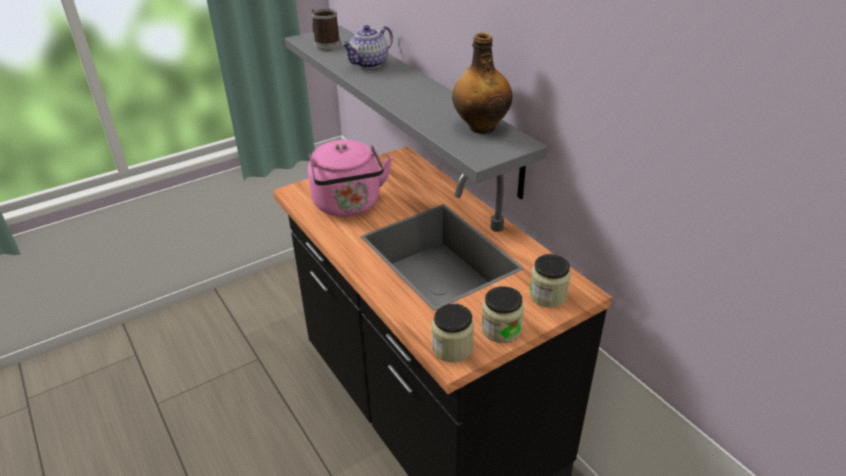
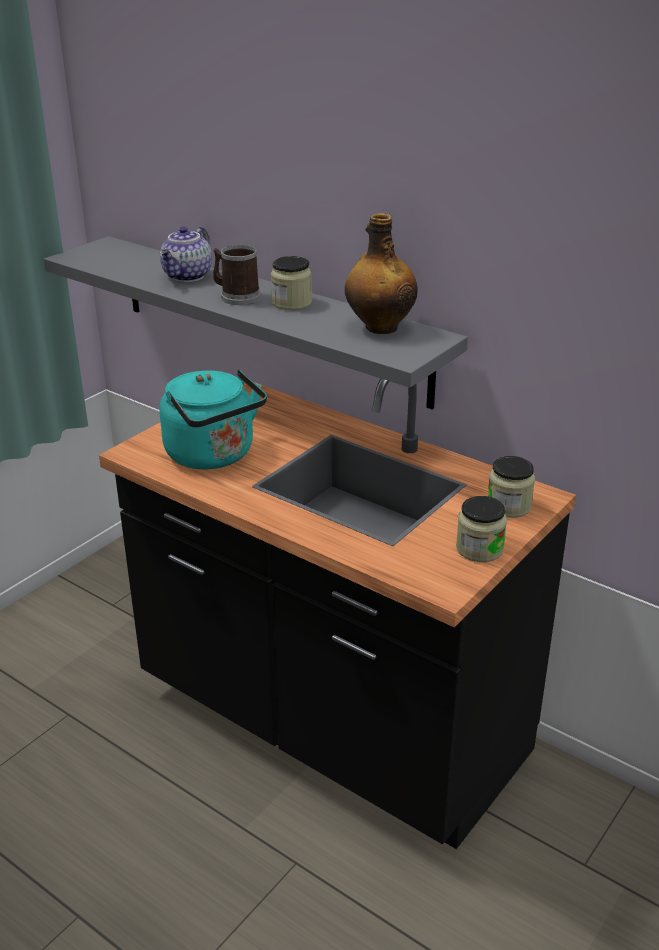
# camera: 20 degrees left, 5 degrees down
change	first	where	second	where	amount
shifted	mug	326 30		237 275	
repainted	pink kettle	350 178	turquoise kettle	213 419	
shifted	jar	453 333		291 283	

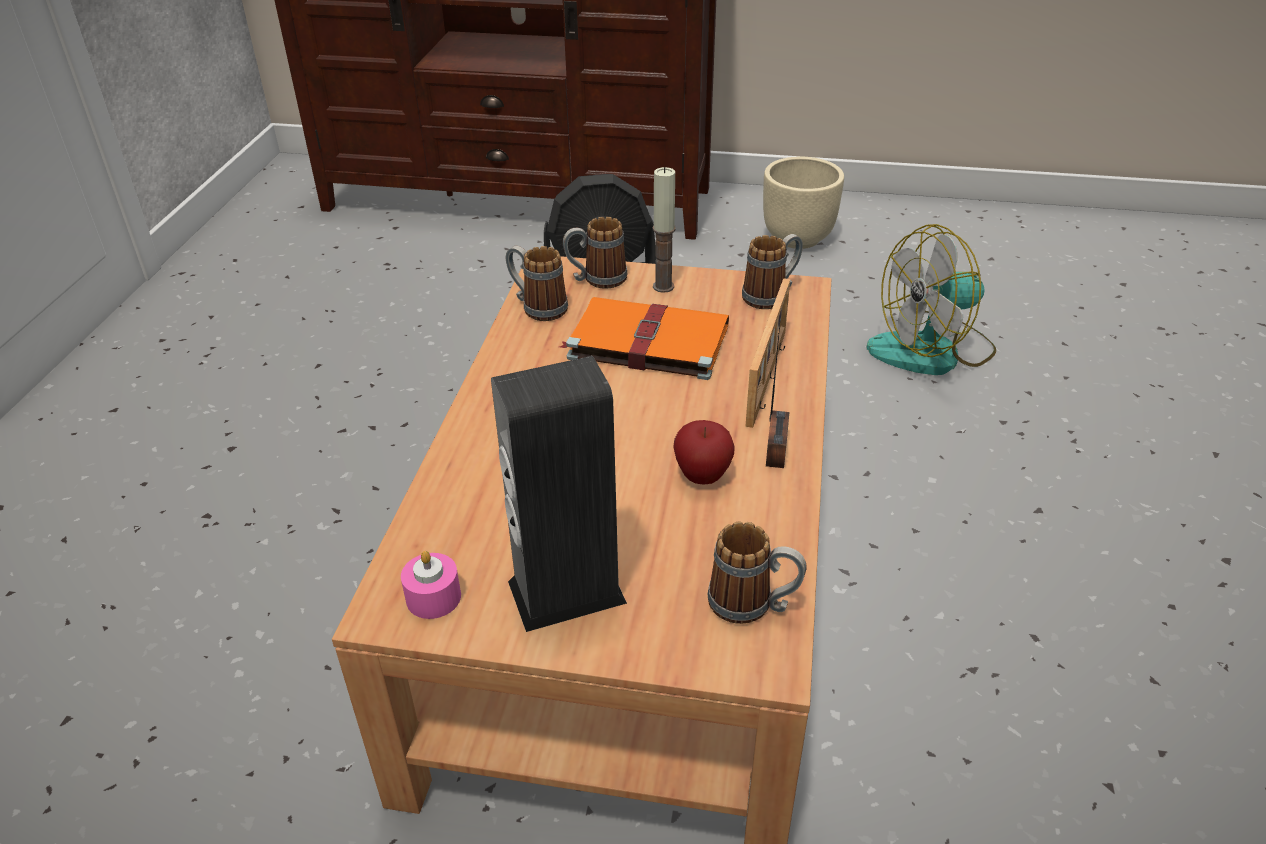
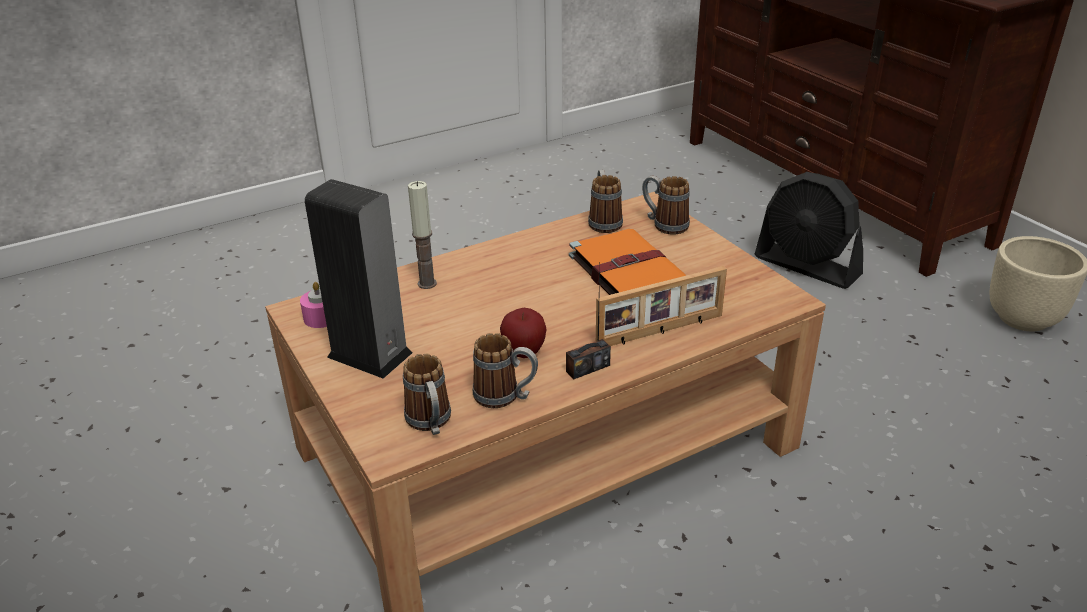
# camera: 50 degrees right, 5 degrees down
change	first	where	second	where	amount
shifted	candle	664 230		422 235	
gone	fan	931 299			
shifted	mug	772 271		505 370	

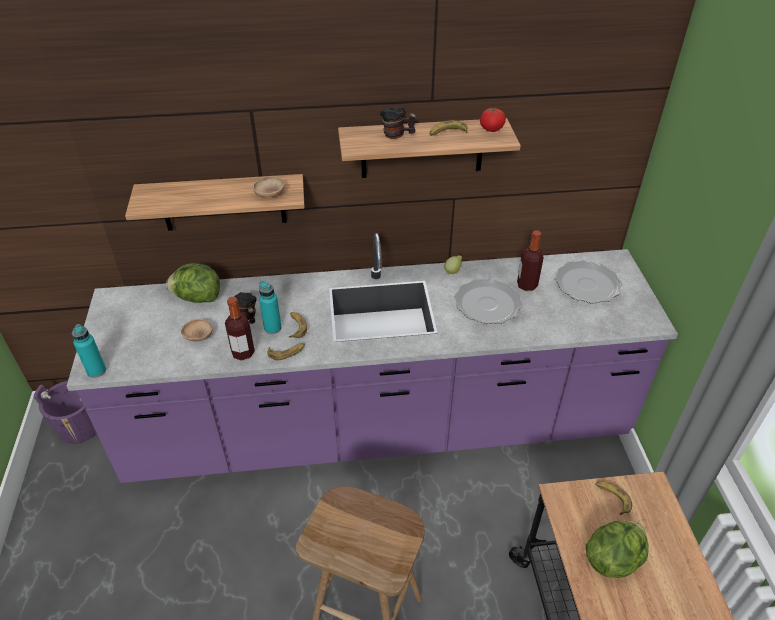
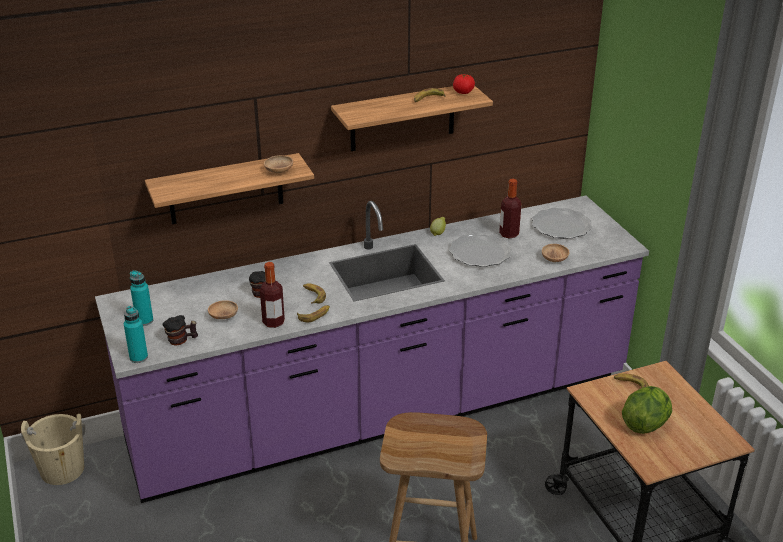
# camera: 15 degrees left, 10 degrees down
change	first	where	second	where	amount
shifted	mug	398 123		180 330	
gone	lettuce	193 283			
shifted	turquoise bottle	270 307		141 298	
repainted	purple bucket	65 412	beige bucket	53 449	
new			brown bowl	555 253	

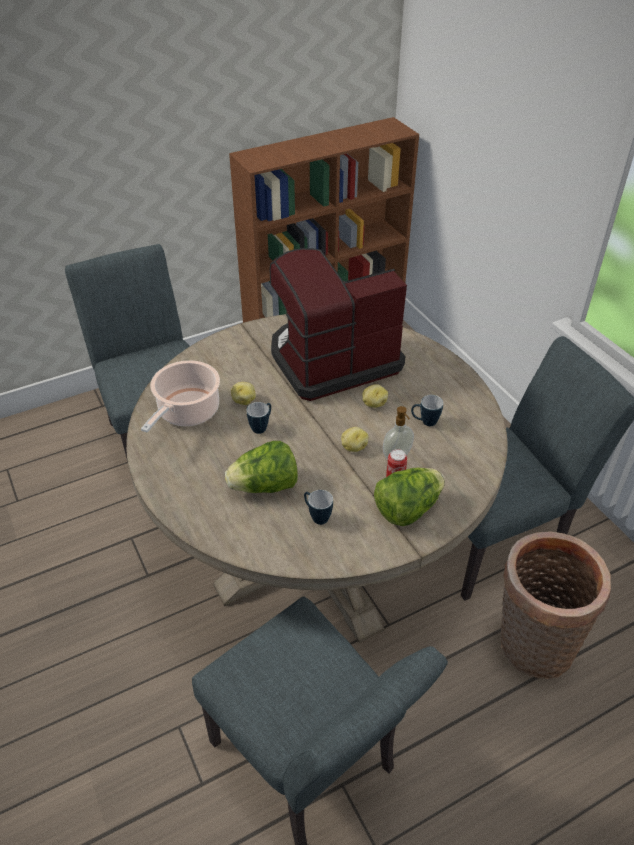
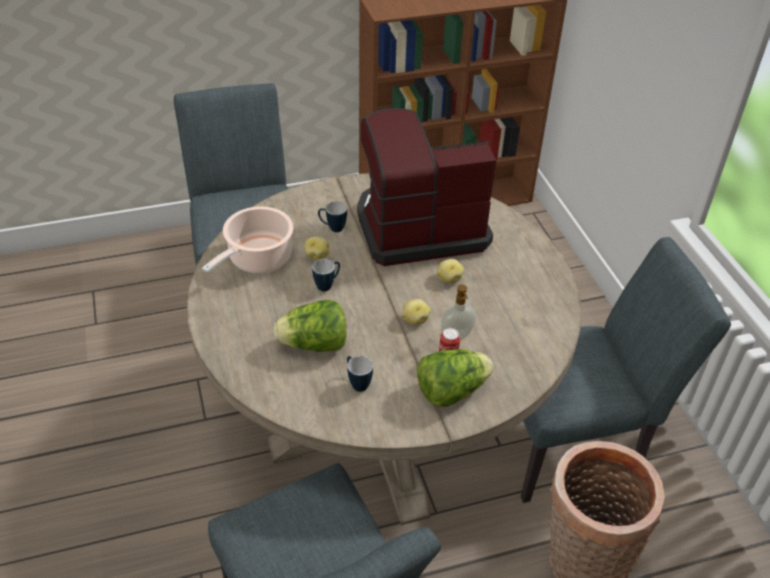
# camera: 10 degrees right, 0 degrees up
change	first	where	second	where	amount
shifted	mug	427 410		332 216	

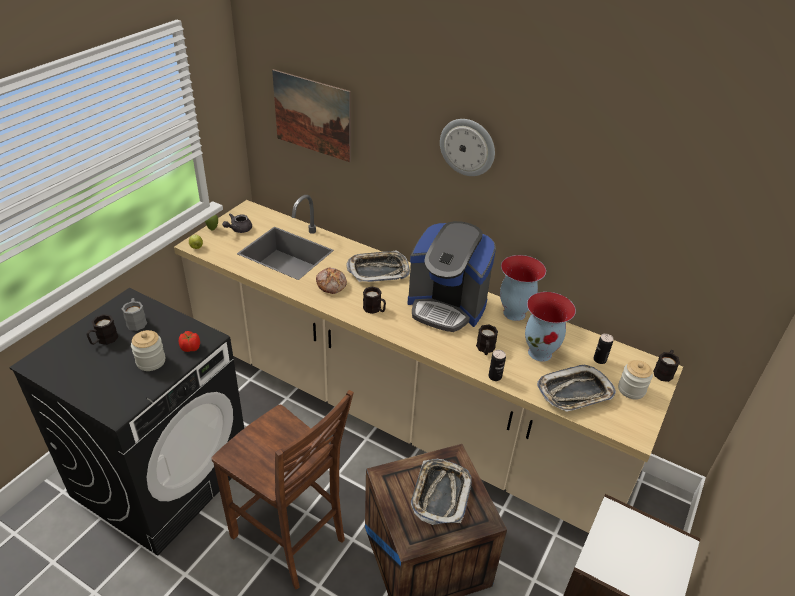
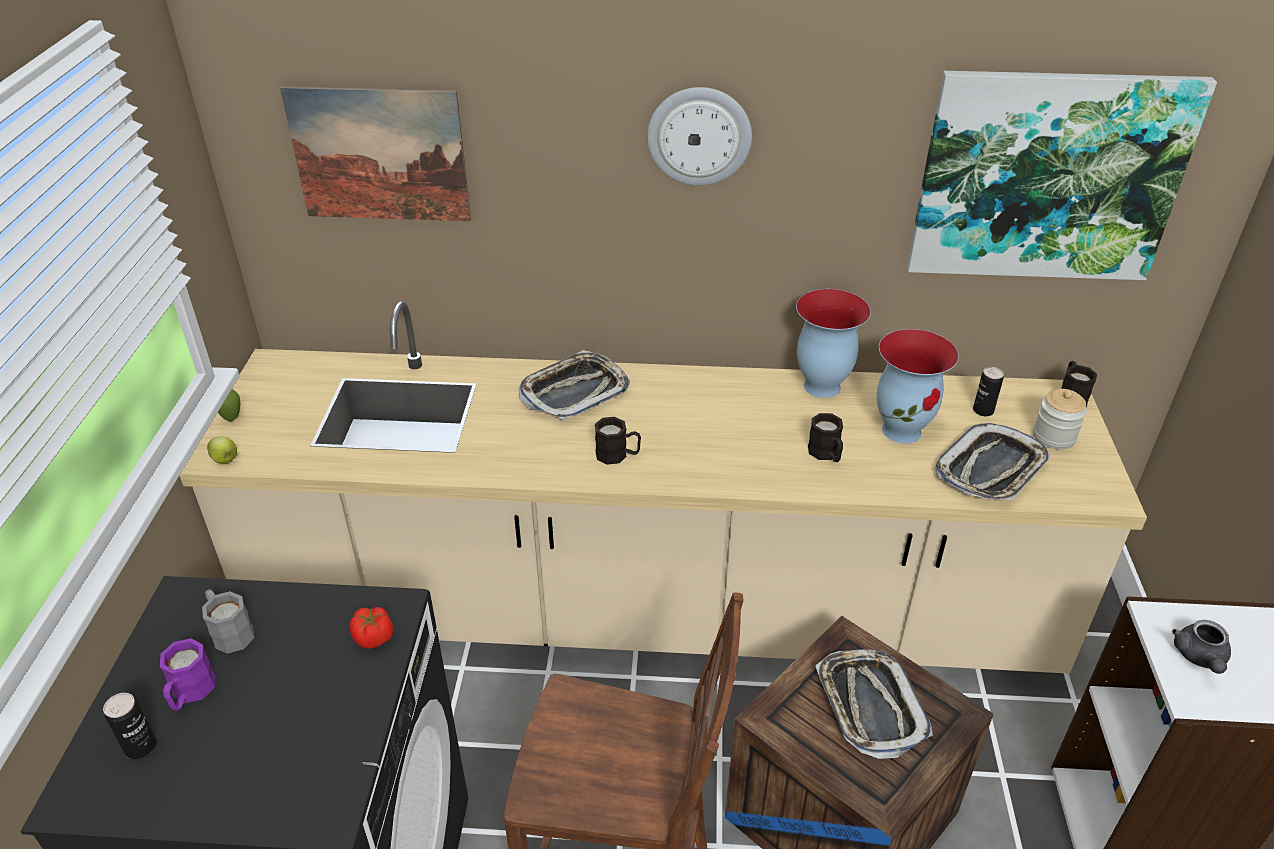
# camera: 25 degrees left, 0 degrees up
change	first	where	second	where	amount
shifted	grey teapot	237 223		1201 647	
gone	coffee machine	452 276			
gone	bread	331 281			
repainted	black mug	103 329	purple mug	187 674	
gone	jar	148 350			
shifted	can	497 365		129 726	
new			picture	1062 175	

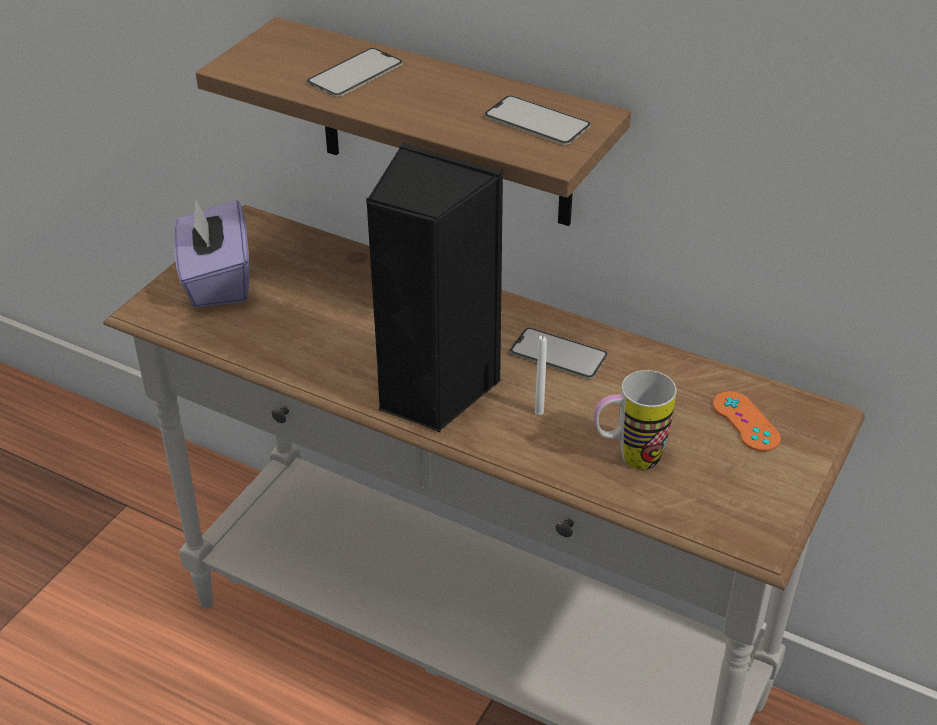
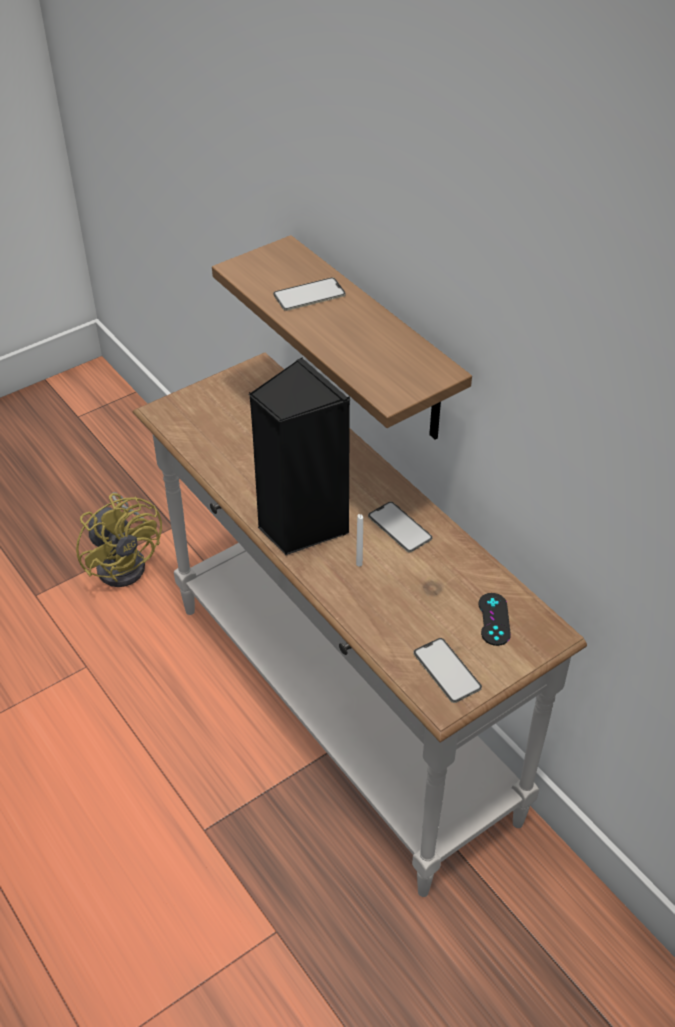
# camera: 25 degrees right, 5 degrees up
change	first	where	second	where	amount
shifted	phone	537 120		447 670	
gone	purple tissue box	212 253			
gone	mug	635 419			
repainted	orange game controller	747 421	black game controller	494 619	
new			yellow fan	119 539	

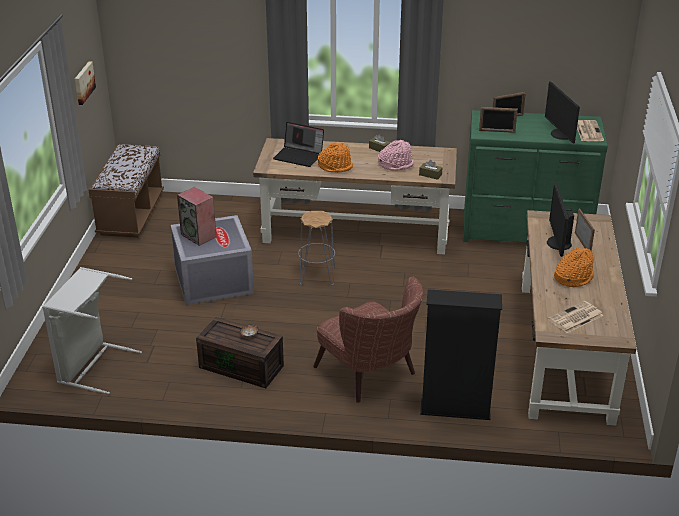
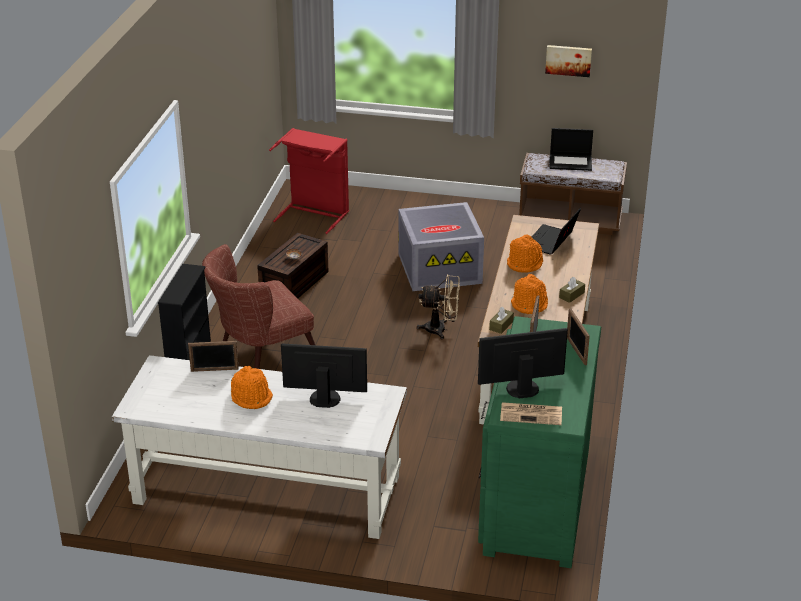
# camera: 95 degrees right, 0 degrees up
change	first	where	second	where	amount
repainted	pink hat	396 155	orange hat	529 294	
gone	speaker	196 216			
shifted	picture frame	585 230		213 356	
repainted	brown desk	579 318	white desk	259 447	
swapped	grey stool	316 248	beige fan	438 306	
repainted	grey laundry basket	92 330	red laundry basket	309 181	
gone	newspaper	575 317			
new			laptop	571 149	

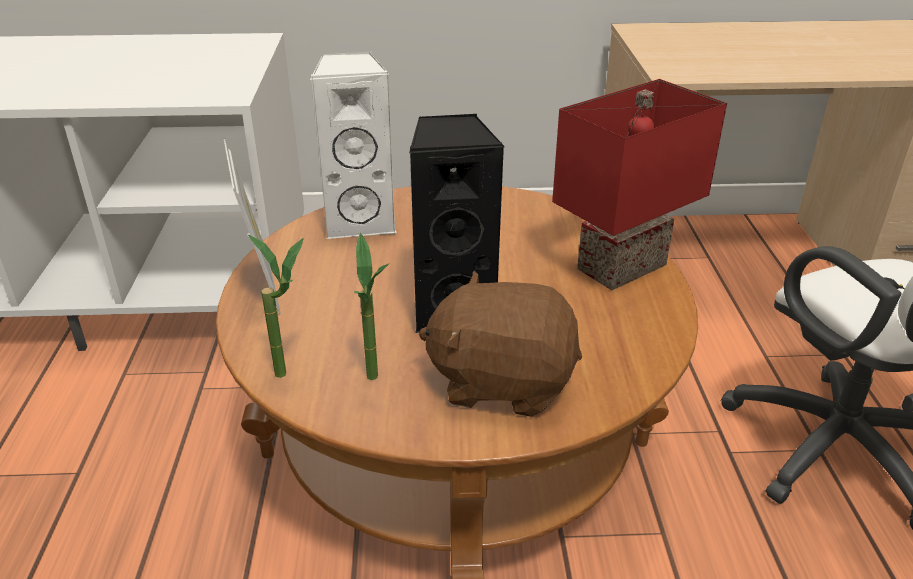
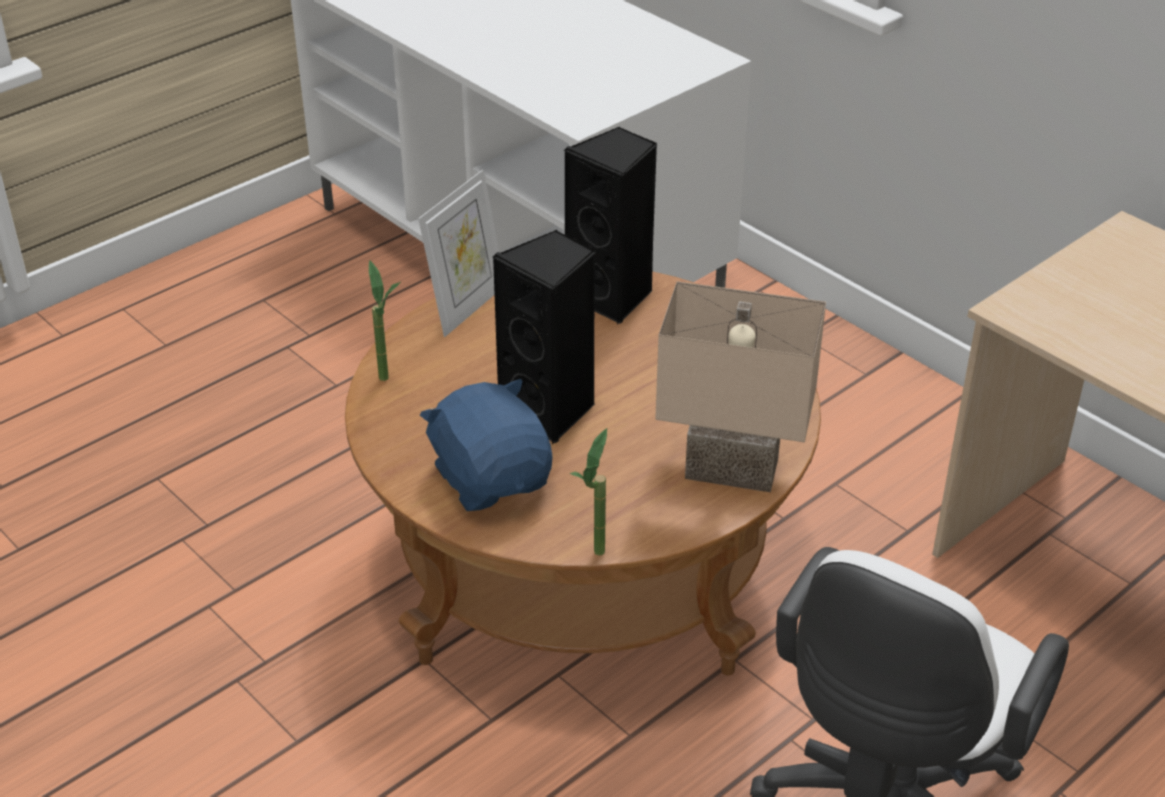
# camera: 50 degrees right, 5 degrees up
change	first	where	second	where	amount
repainted	white speaker	353 146	black speaker	610 226	
repainted	red table lamp	639 184	beige table lamp	740 386	
shifted	potted plant	372 306		588 492	
repainted	brown plush toy	500 344	blue plush toy	486 445	

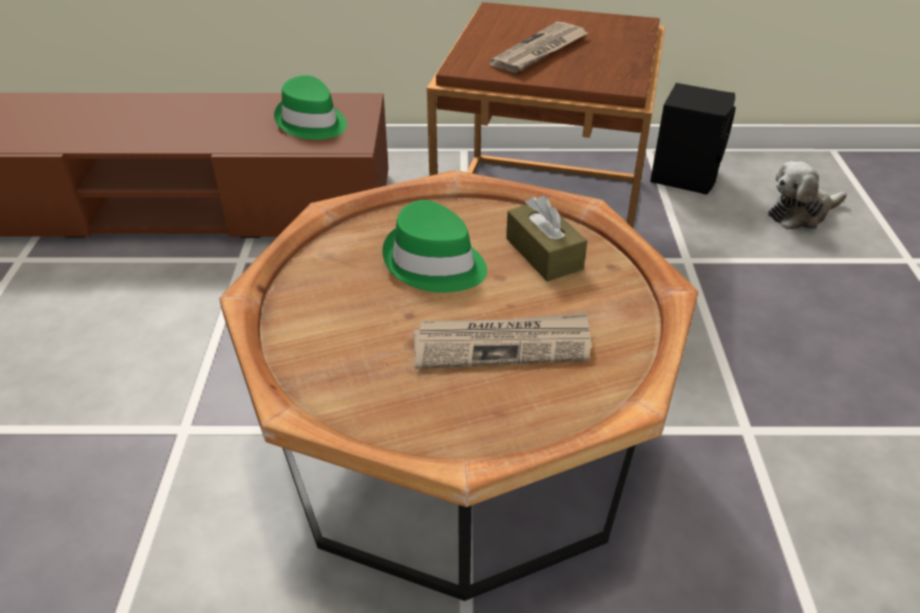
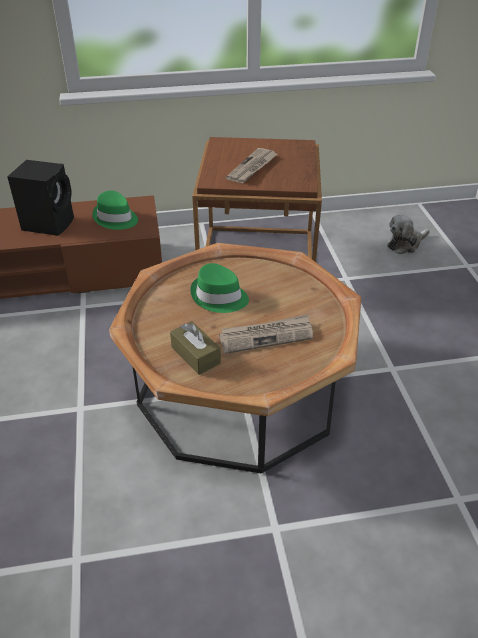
# camera: 10 degrees left, 0 degrees up
change	first	where	second	where	amount
shifted	black speaker	693 139		40 198	
shifted	brown tissue box	546 238		195 348	

